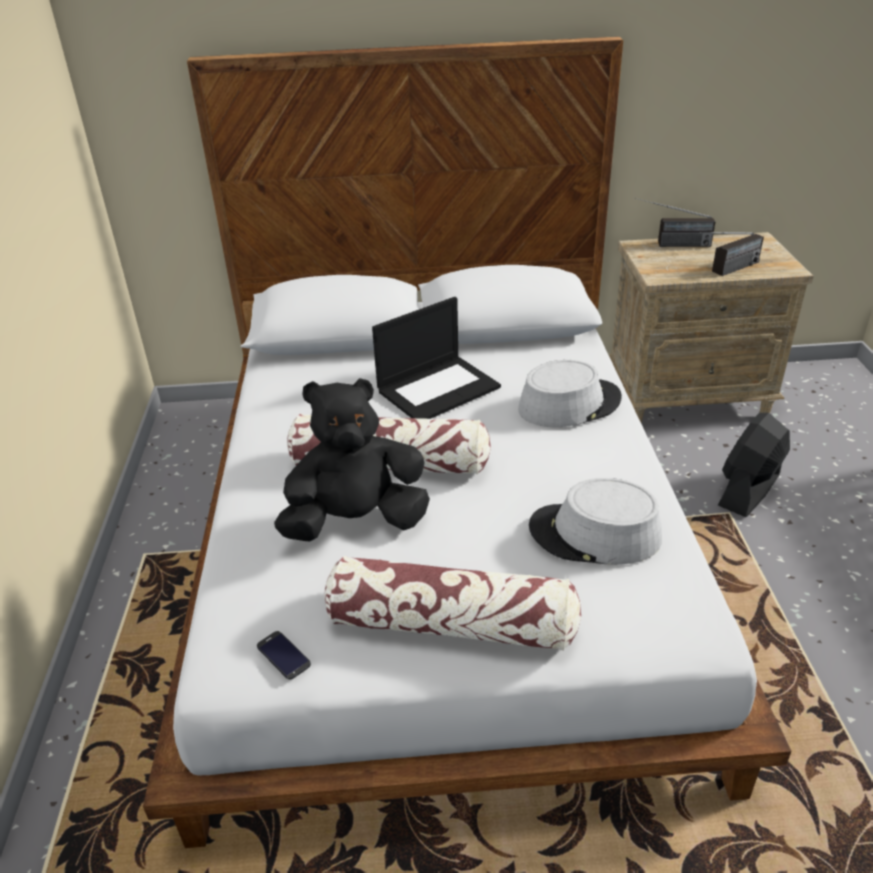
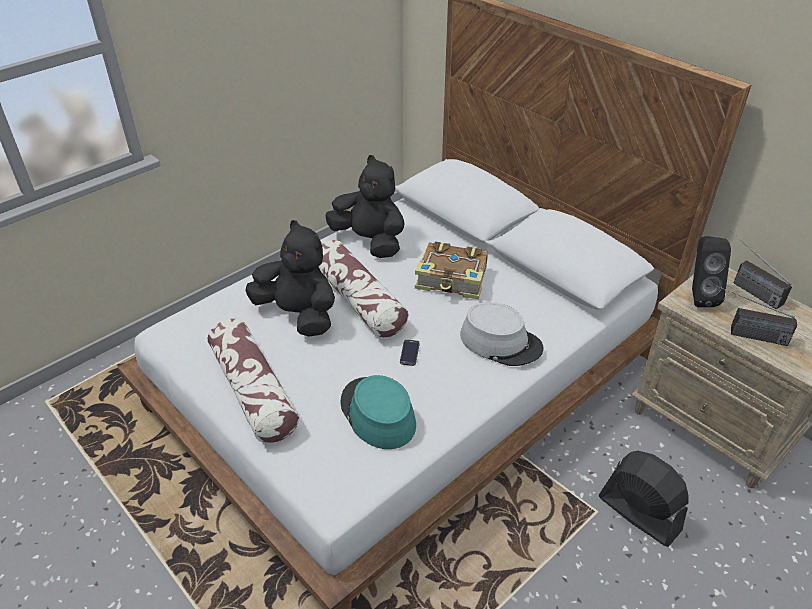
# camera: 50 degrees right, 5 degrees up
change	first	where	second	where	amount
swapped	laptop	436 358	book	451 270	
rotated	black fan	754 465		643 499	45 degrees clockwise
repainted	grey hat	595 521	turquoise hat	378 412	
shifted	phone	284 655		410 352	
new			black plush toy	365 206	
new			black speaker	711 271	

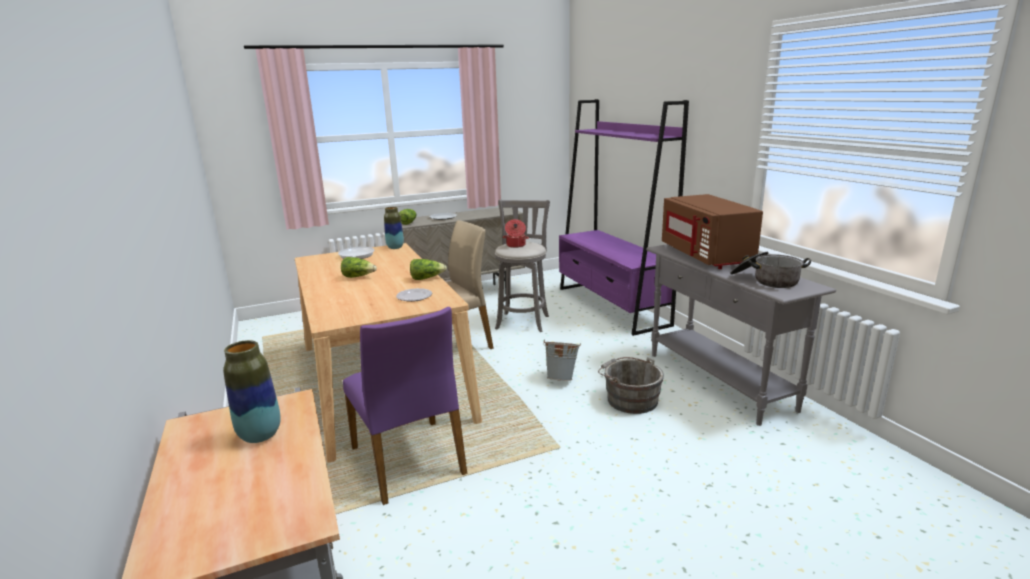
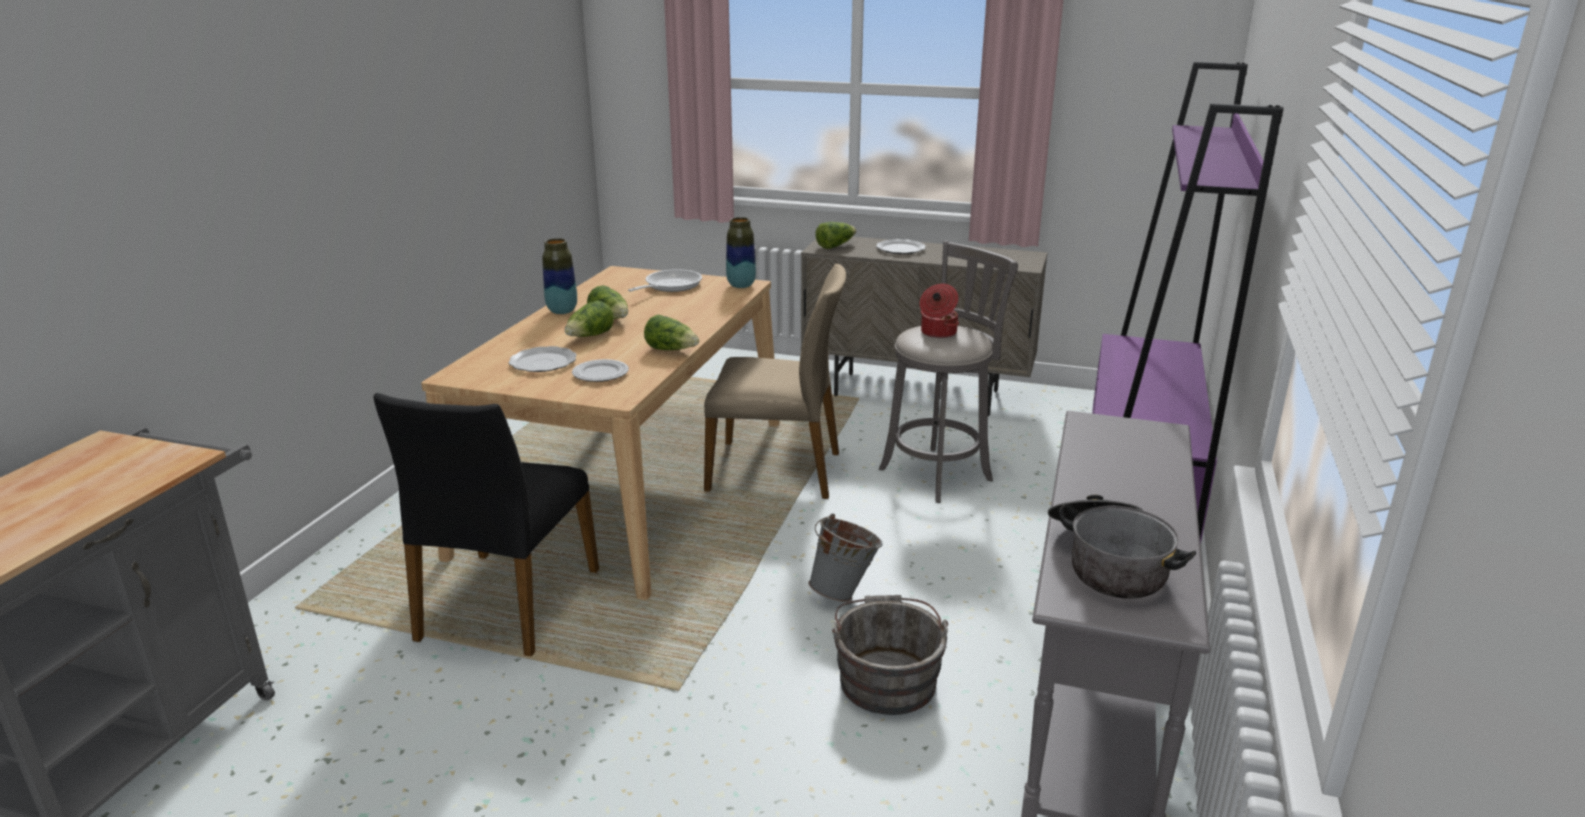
# camera: 40 degrees right, 5 degrees up
change	first	where	second	where	amount
gone	brown microwave	712 231			
repainted	purple chair	405 406	black chair	486 525	
shifted	vase	252 391		559 276	
new			lettuce	589 319	
new			plate	543 359	

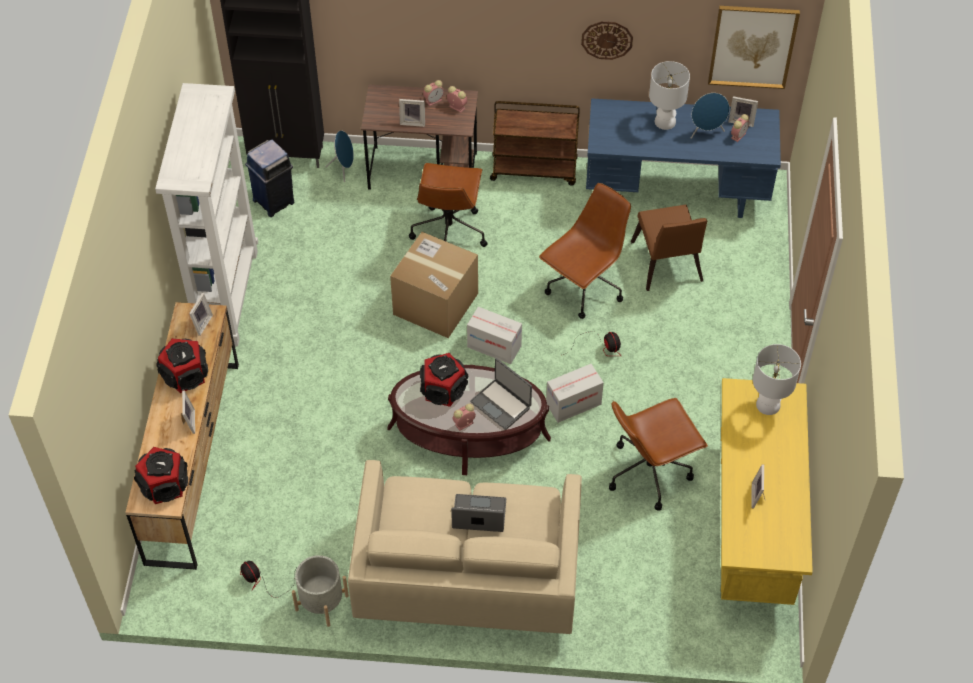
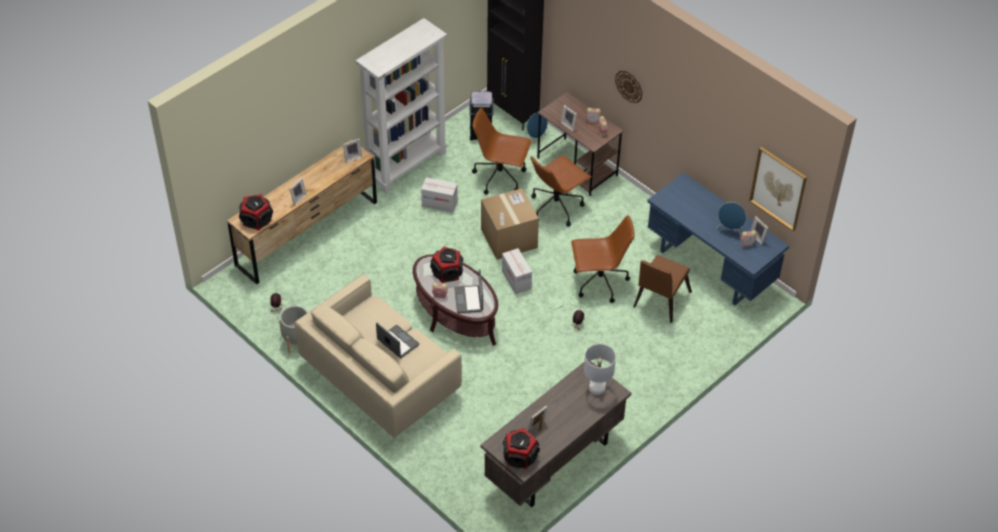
# camera: 40 degrees right, 5 degrees down
change	first	where	second	where	amount
shifted	wall clock	607 40		628 87	
gone	white table lamp	669 95			
gone	brown cart	535 143			
shifted	speaker	182 365		521 448	
shifted	cardboard box	575 393		439 195	
repainted	yellow desk	767 491	brown desk	556 434	
shifted	brown office chair	658 454		502 151	

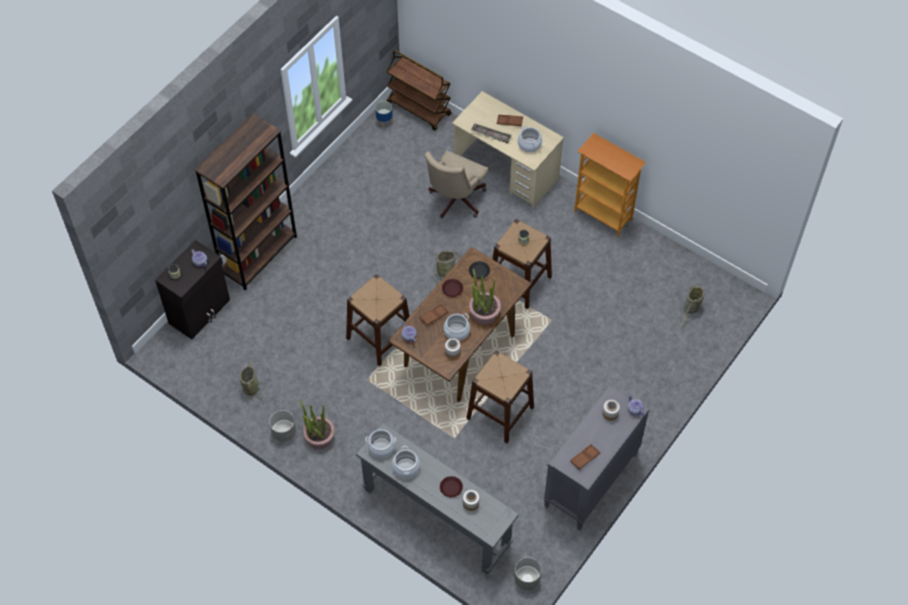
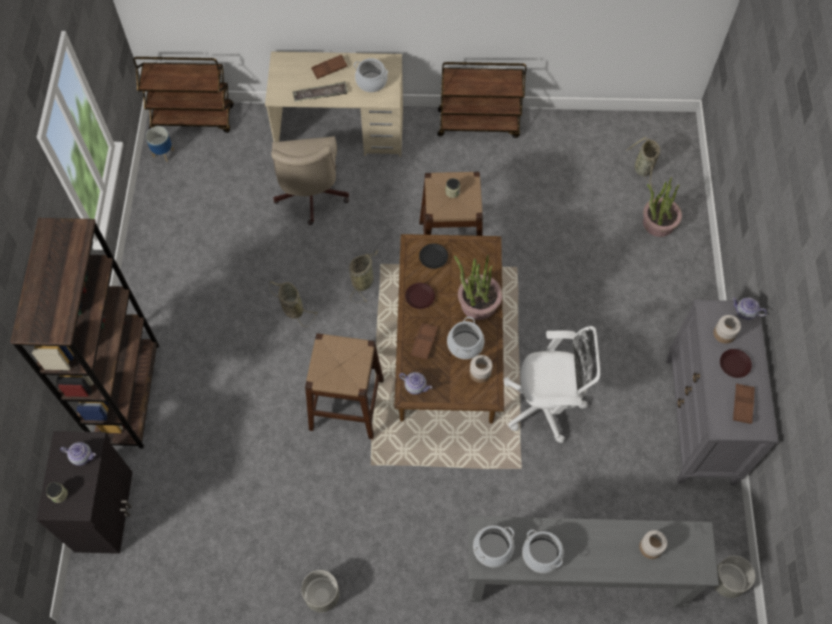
# camera: 35 degrees left, 5 degrees up
change	first	where	second	where	amount
swapped	bookcase	610 185	brown cart	481 100	
swapped	brown stool	500 397	white office chair	552 384	
shifted	basket	251 383		293 304	
shifted	potted plant	317 424		662 207	
shifted	brown plate	451 486		736 363	

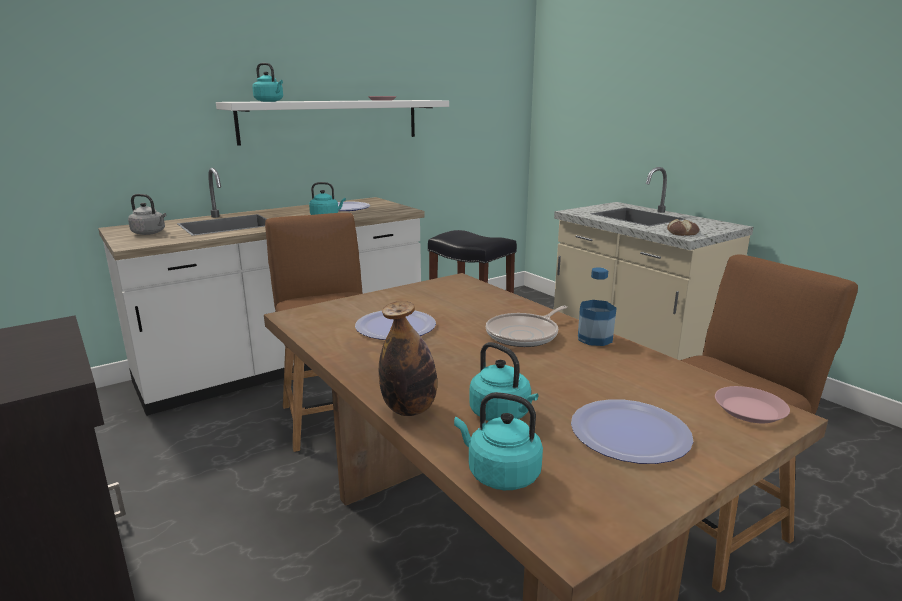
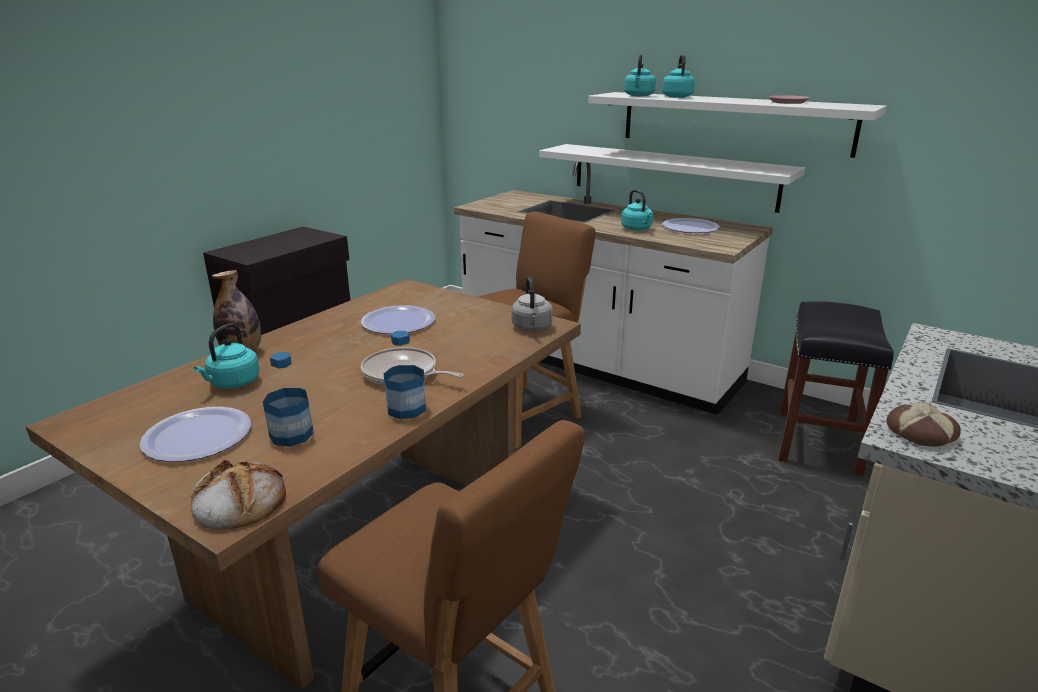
# camera: 70 degrees right, 5 degrees up
change	first	where	second	where	amount
shifted	grey kettle	147 214		532 304	
swapped	pink plate	752 404	bread	238 495	
shifted	turquoise kettle	498 441		678 76	
new			white shelf	672 178	
new			bottle	288 399	

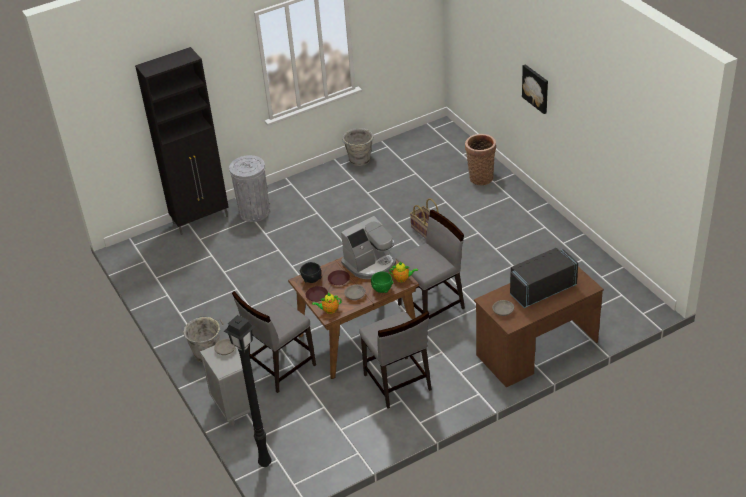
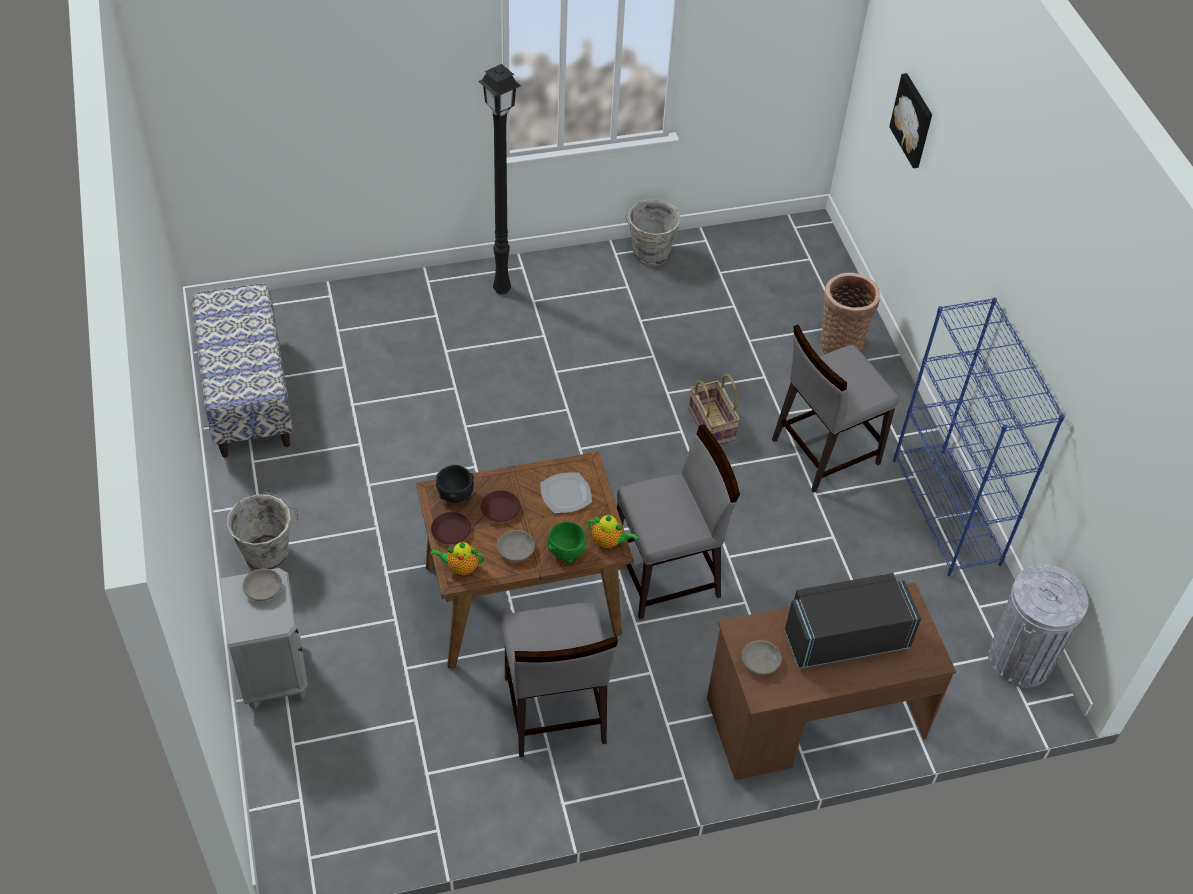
# camera: 10 degrees right, 10 degrees up
change	first	where	second	where	amount
gone	black cabinet	182 141			
shifted	picture	535 89		910 120	
shifted	grey trash can	249 188		1038 626	
swapped	coffee machine	368 247	plate	566 493	
shifted	grey chair	274 342		835 408	
shifted	black floor lamp	248 391		499 179	
new			bench	242 370	
new			blue bookcase	979 437	

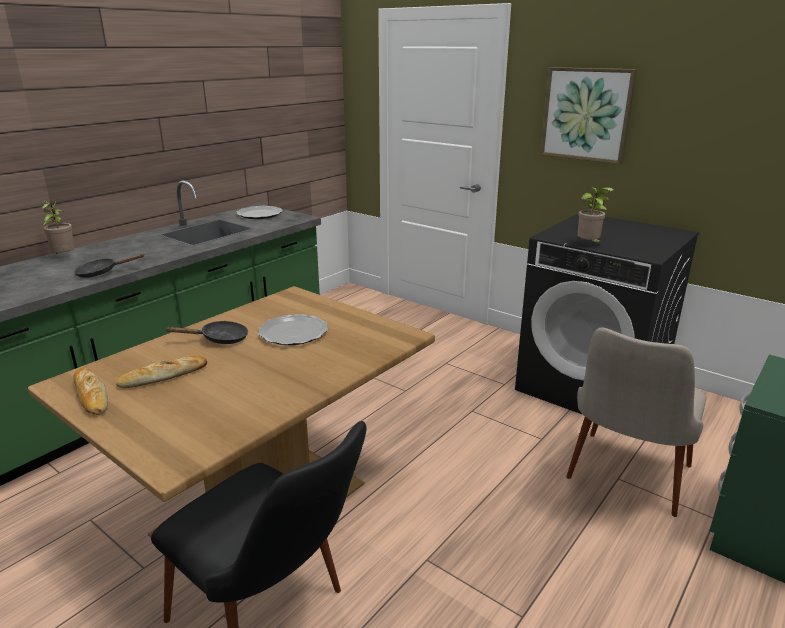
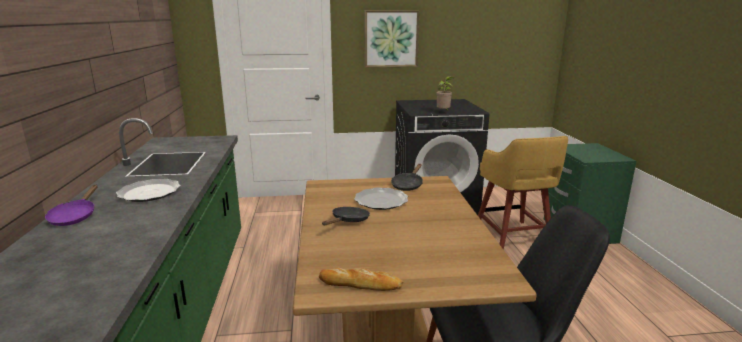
# camera: 45 degrees left, 5 degrees down
change	first	where	second	where	amount
swapped	potted plant	58 226	purple frying pan	71 205	
shifted	plate	260 212		148 190	
shifted	black frying pan	109 265		407 177	
swapped	beige chair	636 422	yellow stool	523 193	
gone	bread	161 372			

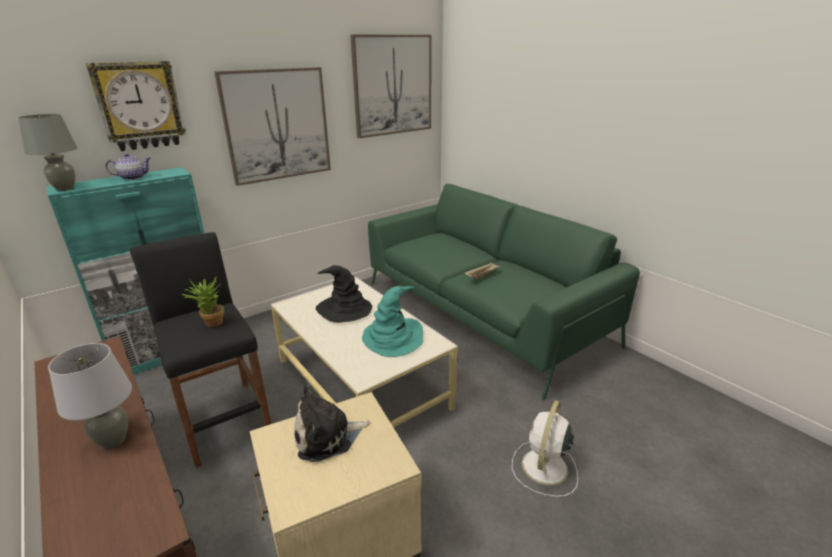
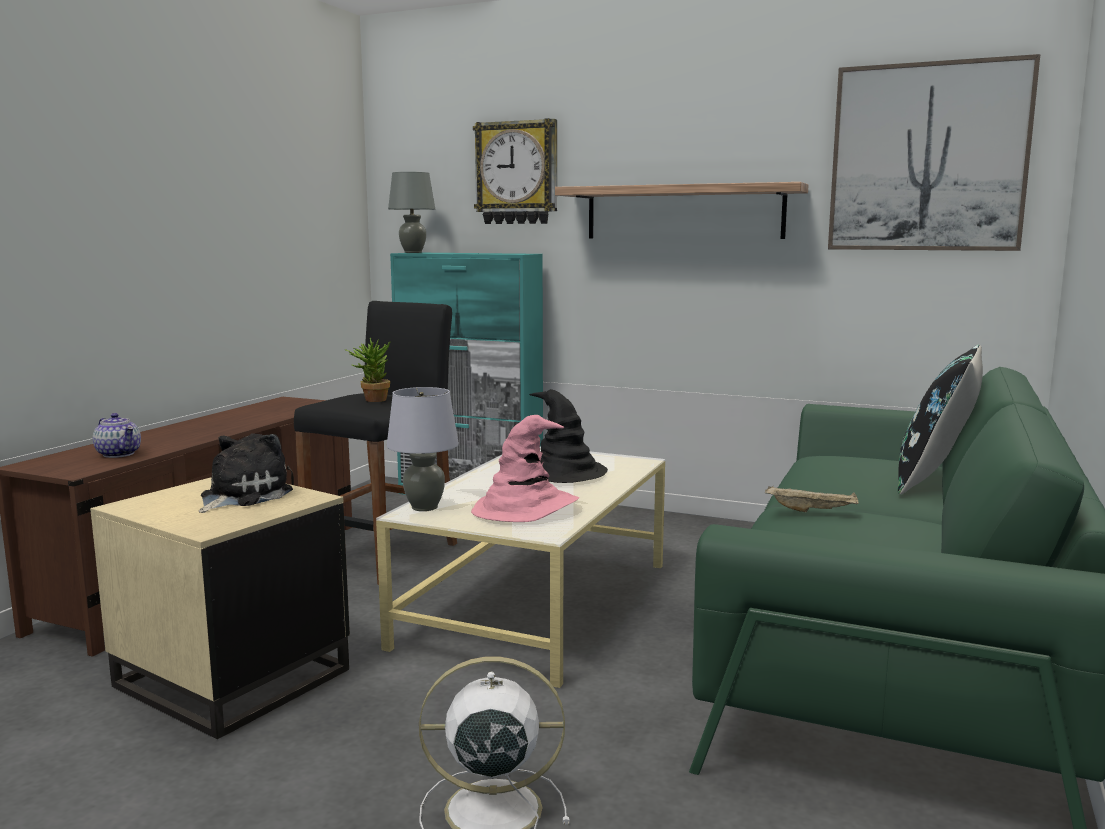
# camera: 60 degrees right, 15 degrees down
change	first	where	second	where	amount
swapped	picture	272 126	shelf	681 210	
shifted	teapot	128 166		117 435	
repainted	turquoise hat	392 321	pink hat	525 468	
shifted	grey table lamp	90 396		423 449	
rotated	plush toy	332 423		246 473	75 degrees clockwise
new			black pillow	940 420	

